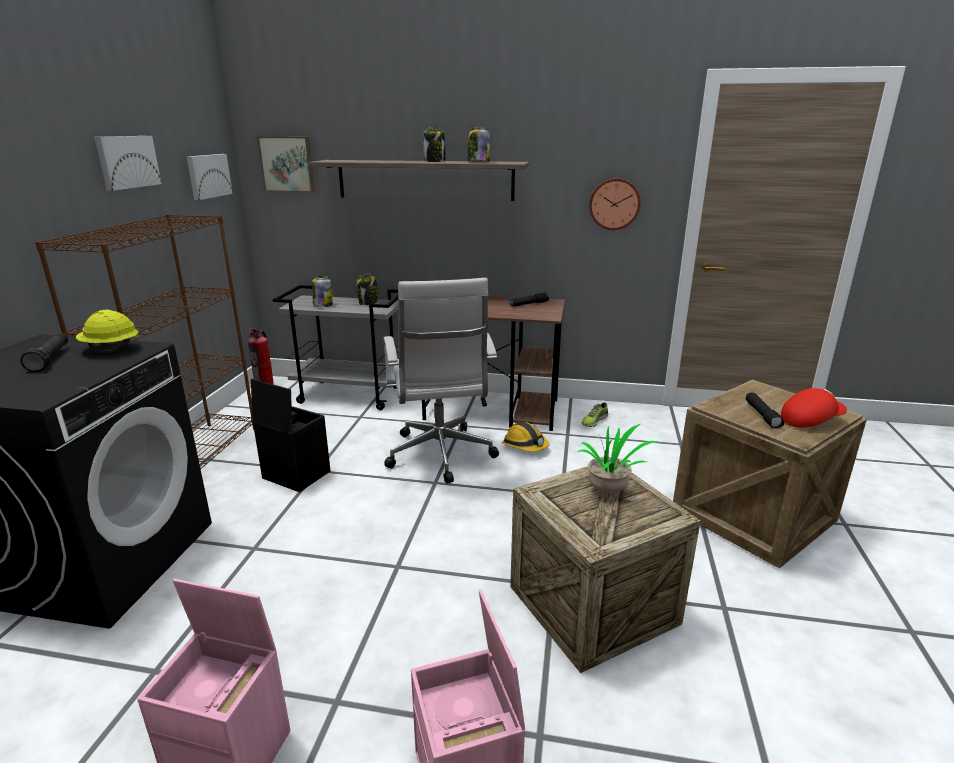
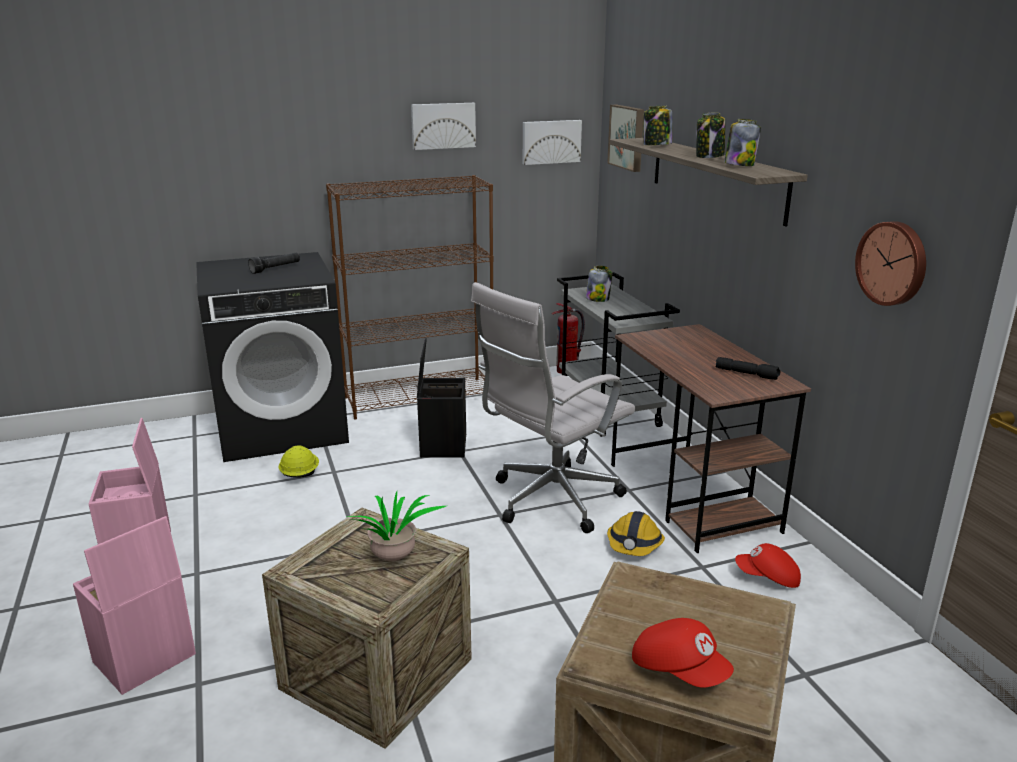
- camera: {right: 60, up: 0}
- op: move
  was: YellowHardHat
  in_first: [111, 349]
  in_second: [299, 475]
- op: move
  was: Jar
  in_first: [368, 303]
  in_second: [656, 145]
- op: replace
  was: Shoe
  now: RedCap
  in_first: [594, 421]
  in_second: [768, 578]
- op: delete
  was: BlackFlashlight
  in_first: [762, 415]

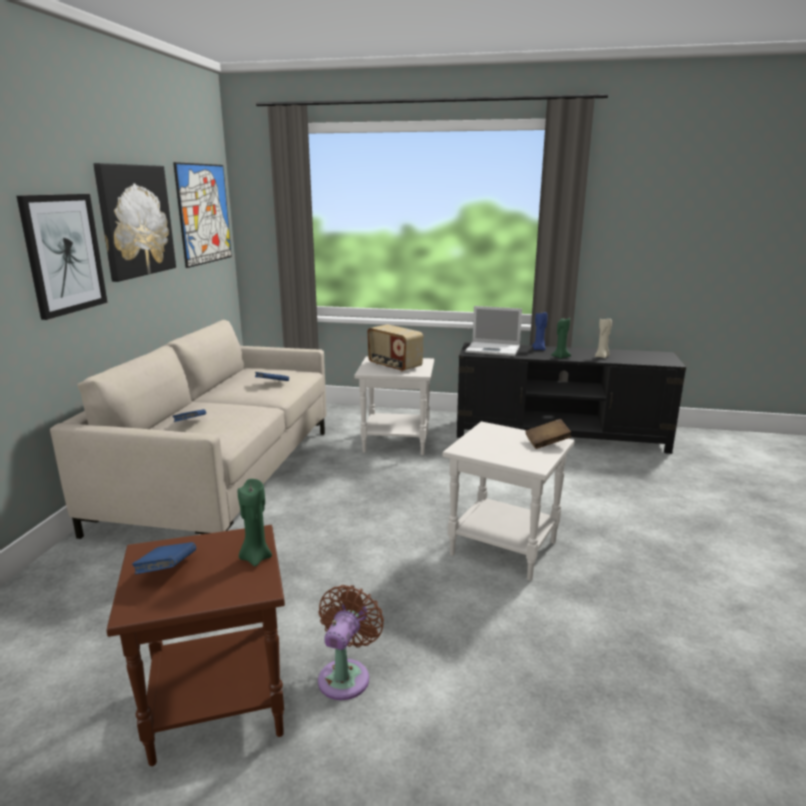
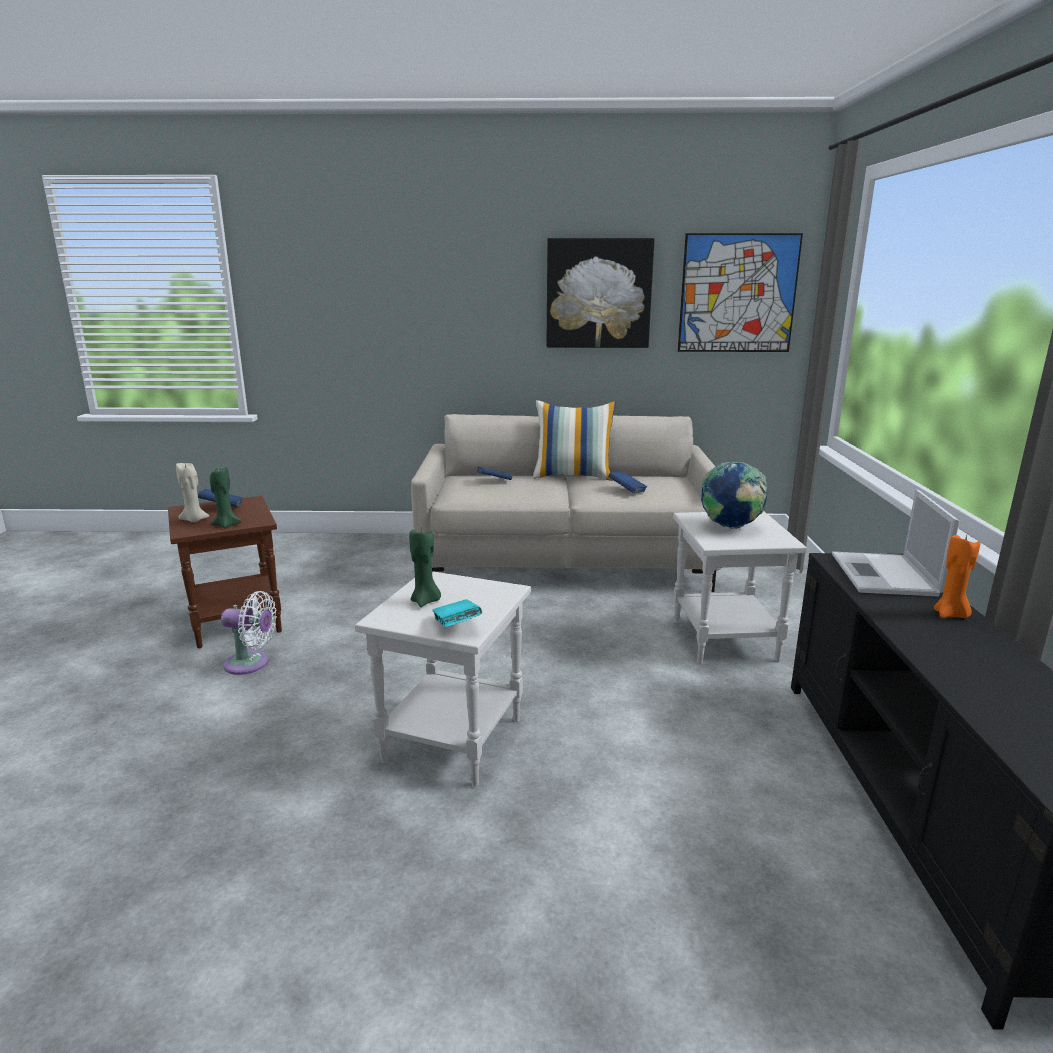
- camera: {right: 80, up: 0}
- op: move
  was: BeigeCandle
  in_first: [602, 357]
  in_second: [194, 520]
- op: recolor
  was: BrownFan
  now: WhiteFan
  in_first: [346, 675]
  in_second: [251, 664]
- op: move
  was: GreenCandle
  in_first: [560, 357]
  in_second: [426, 601]
- op: recolor
  was: BrownBook
  now: TurquoiseBook
  in_first: [547, 443]
  in_second: [456, 626]
- op: insert
  now: Pillow
  in_second: [573, 476]
- op: replace
  was: Radio
  now: Globe
  in_first: [394, 366]
  in_second: [731, 527]
- op: recolor
  was: BlueCandle
  now: OrangeCandle
  in_first: [539, 349]
  in_second: [950, 615]
- op: delete
  was: Picture
  in_first: [63, 254]

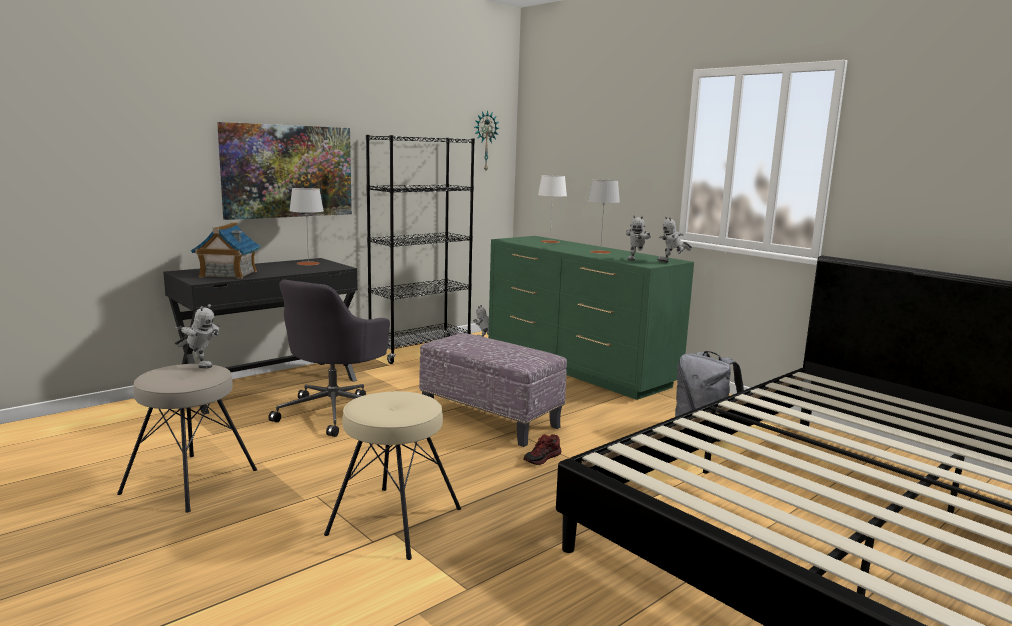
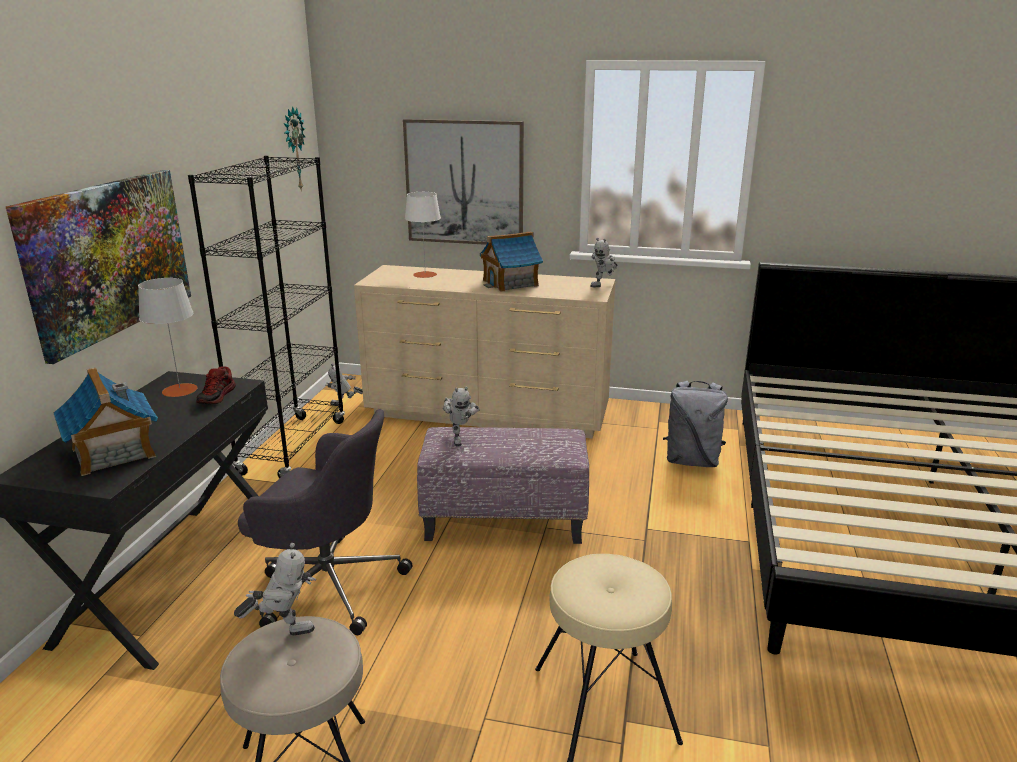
- camera: {right: -35, up: 10}
- op: move
  was: Shoe
  in_first: [542, 458]
  in_second: [217, 396]
- op: rotate
  was: GreyOfficeChair
  in_first: [335, 412]
  in_second: [328, 585]
  clockwise: -60
- op: recolor
  was: GreenDresser
  now: BeigeDresser
  in_first: [578, 367]
  in_second: [488, 414]
- op: insert
  now: Picture
  in_second: [464, 182]
- op: move
  was: ToyRobot
  in_first: [636, 260]
  in_second: [459, 438]
- op: replace
  was: GreyTableLamp
  now: ToyHouse
  in_first: [600, 252]
  in_second: [510, 283]

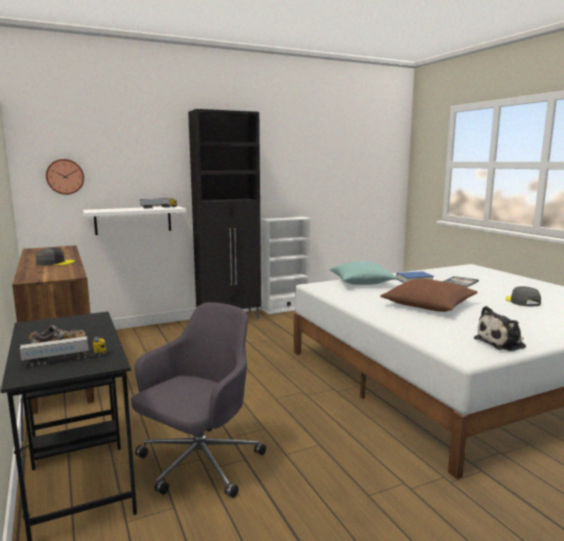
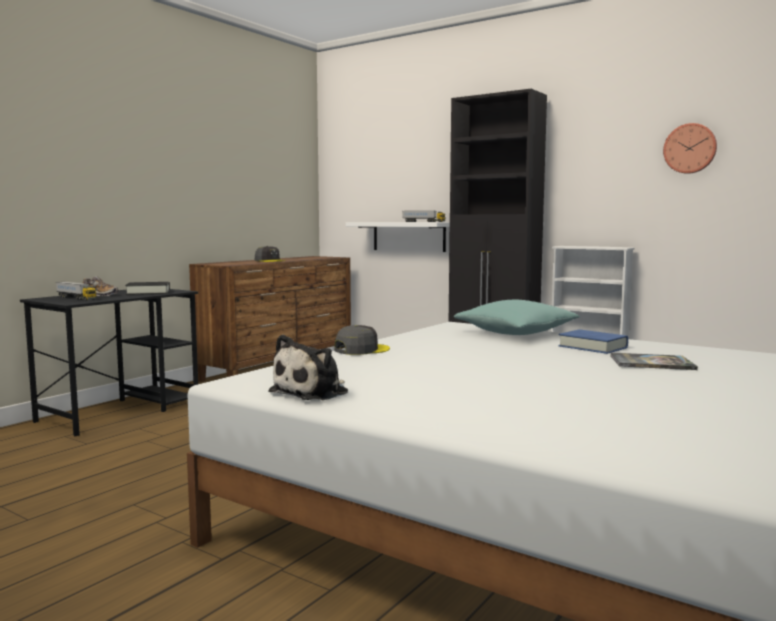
- camera: {right: 60, up: -5}
- op: insert
  now: BlackBook
  in_second: [148, 292]
- op: rotate
  was: PlushToy
  in_first: [502, 343]
  in_second: [313, 392]
  clockwise: -90
- op: move
  was: GreyCap
  in_first: [522, 301]
  in_second: [361, 350]
- op: move
  was: WallClock
  in_first: [65, 176]
  in_second: [690, 148]
- op: delete
  was: GreyOfficeChair
  in_first: [198, 464]
- op: delete
  was: BrownPillow
  in_first: [428, 305]

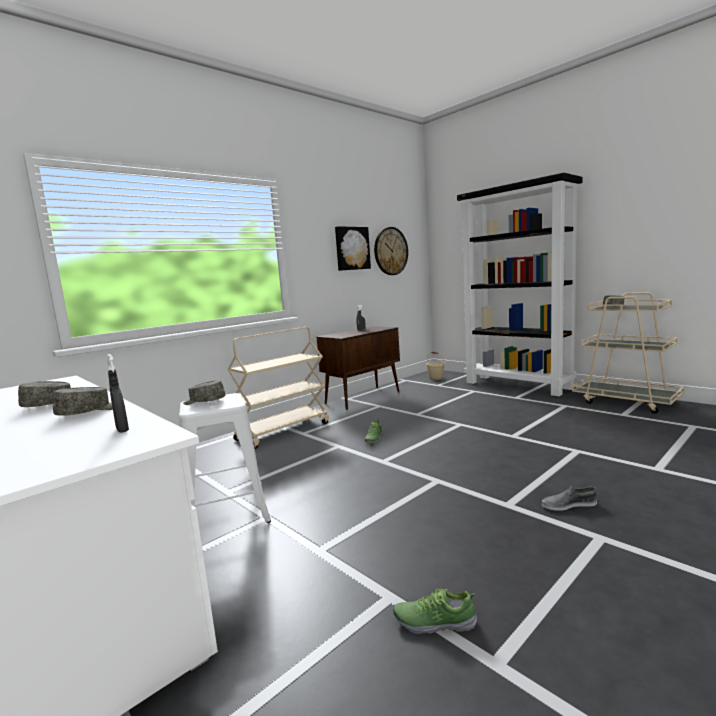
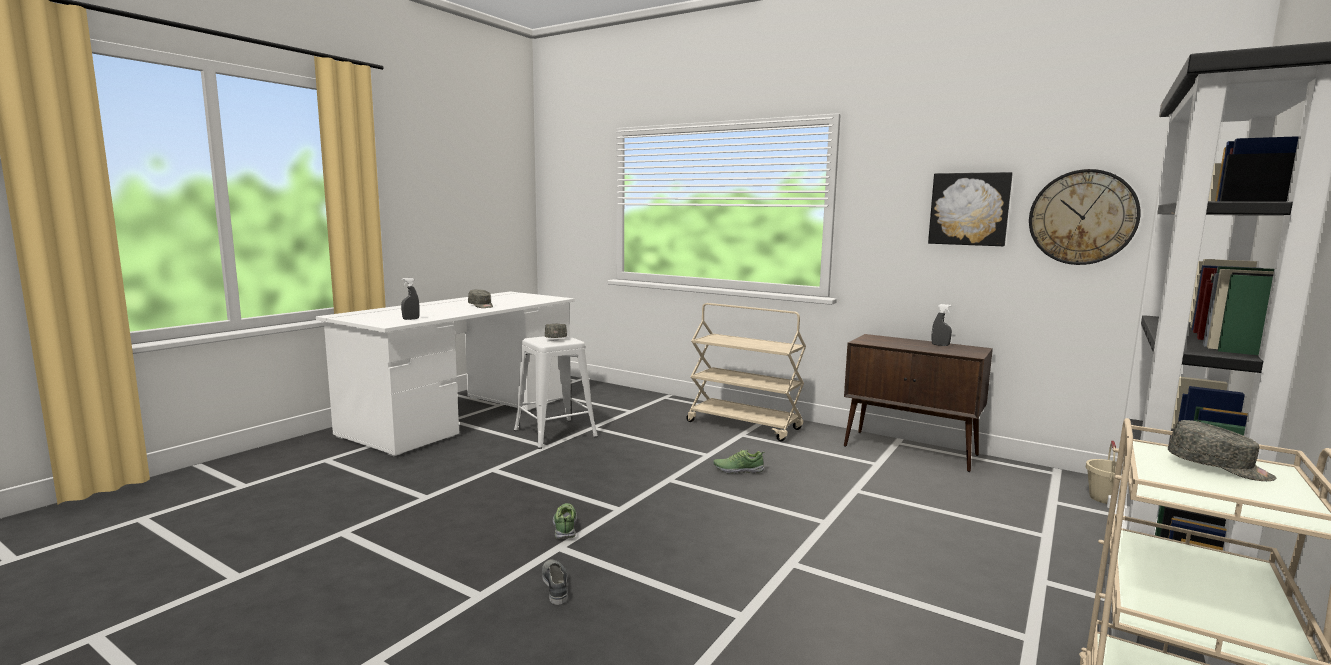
- camera: {right: 75, up: 0}
- op: move
  was: Shoe
  in_first: [434, 621]
  in_second: [565, 527]
- op: delete
  was: GreyCap
  in_first: [89, 412]

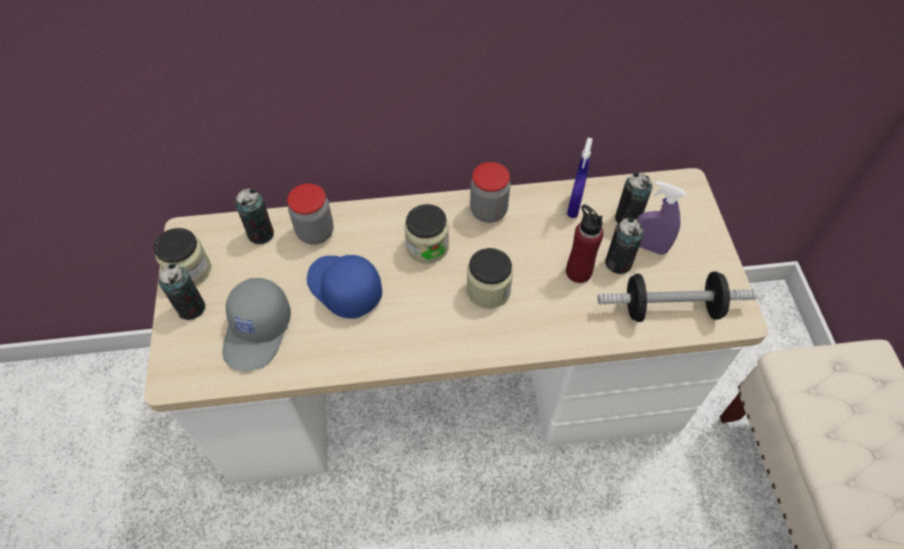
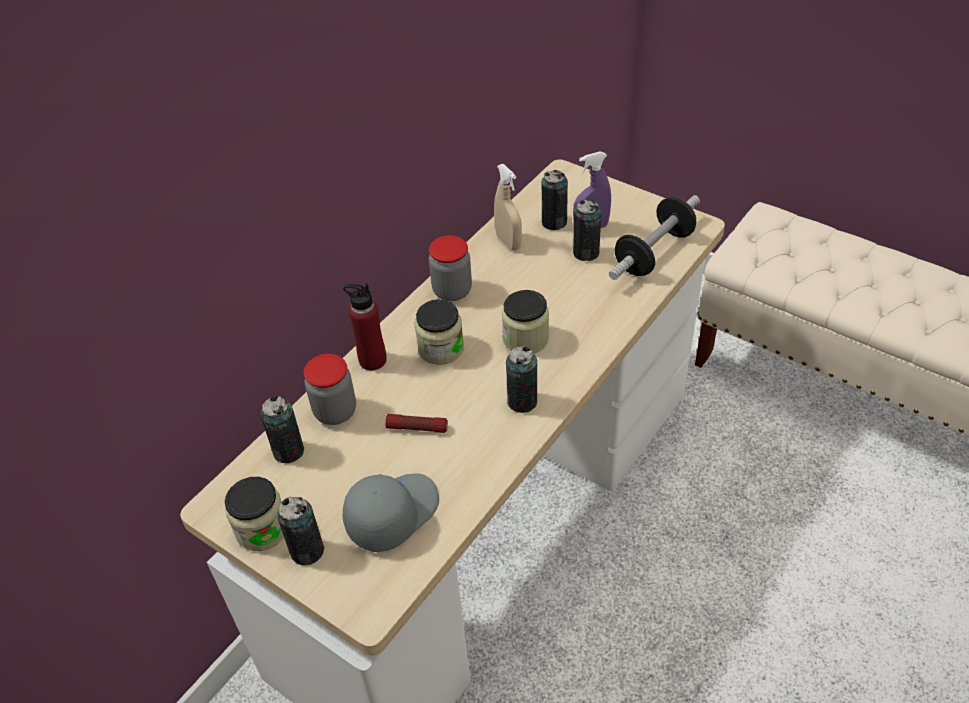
- camera: {right: -45, up: -10}
- op: move
  was: RedBottle
  in_first: [578, 272]
  in_second: [372, 360]
- op: rotate
  was: GreyCap
  in_first: [258, 331]
  in_second: [392, 514]
  clockwise: -105
- op: replace
  was: BlueCap
  now: Flashlight
  in_first: [343, 289]
  in_second: [417, 428]
- op: recolor
  was: BlueSprayBottle
  now: BeigeSprayBottle
  in_first: [574, 206]
  in_second: [508, 242]
- op: insert
  now: Can
  in_second: [522, 401]

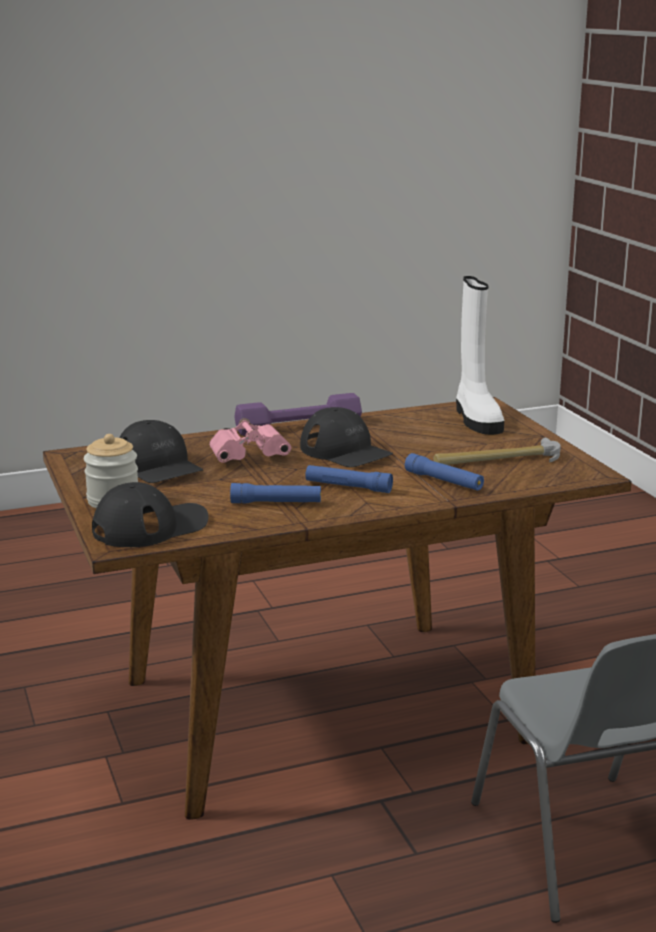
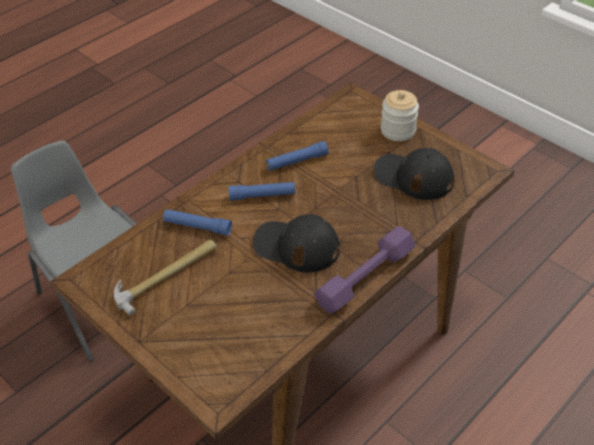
- camera: {right: 155, up: 25}
- op: delete
  was: BlackCap
  in_first: [150, 526]
- op: delete
  was: PinkBinoculars
  in_first: [251, 457]
- op: delete
  was: WhiteBoot
  in_first: [476, 419]

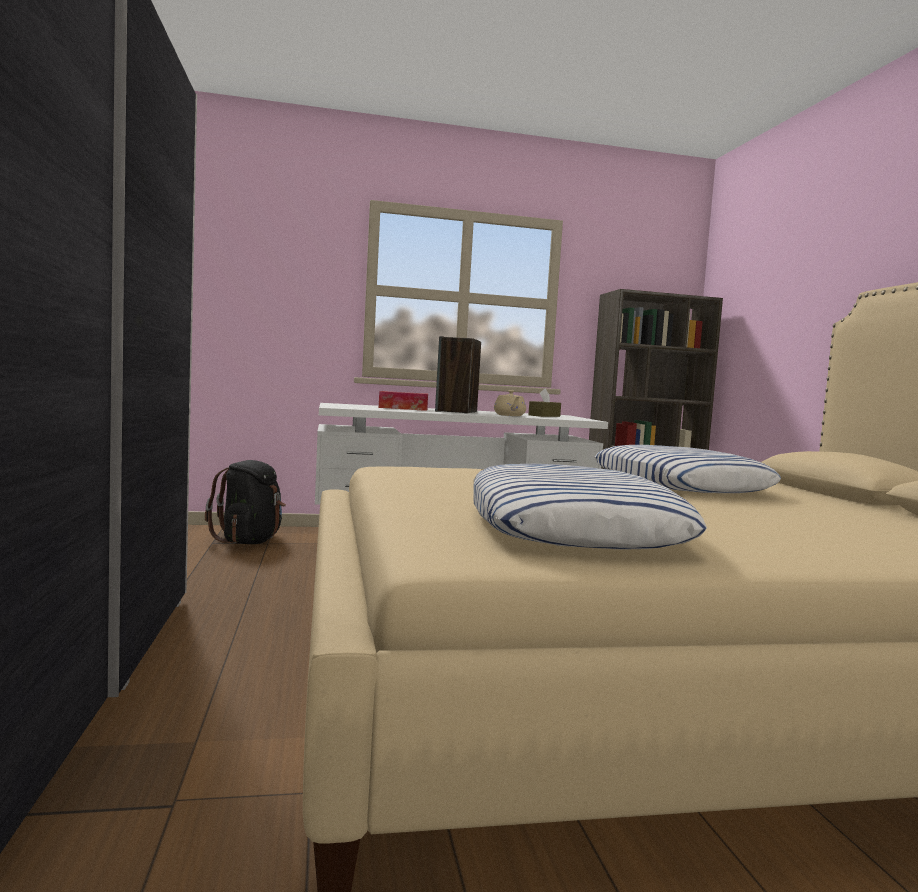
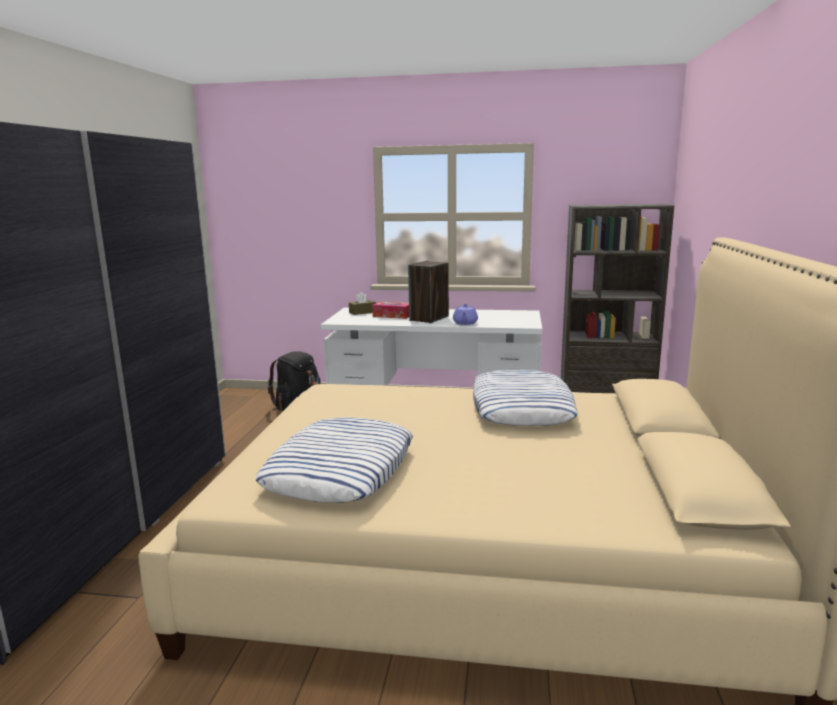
- camera: {right: 20, up: 10}
- op: move
  was: BrownTissueBox
  in_first: [544, 416]
  in_second: [362, 312]
- op: recolor
  was: BeigeTeapot
  now: PurpleTeapot
  in_first: [509, 415]
  in_second: [465, 323]

